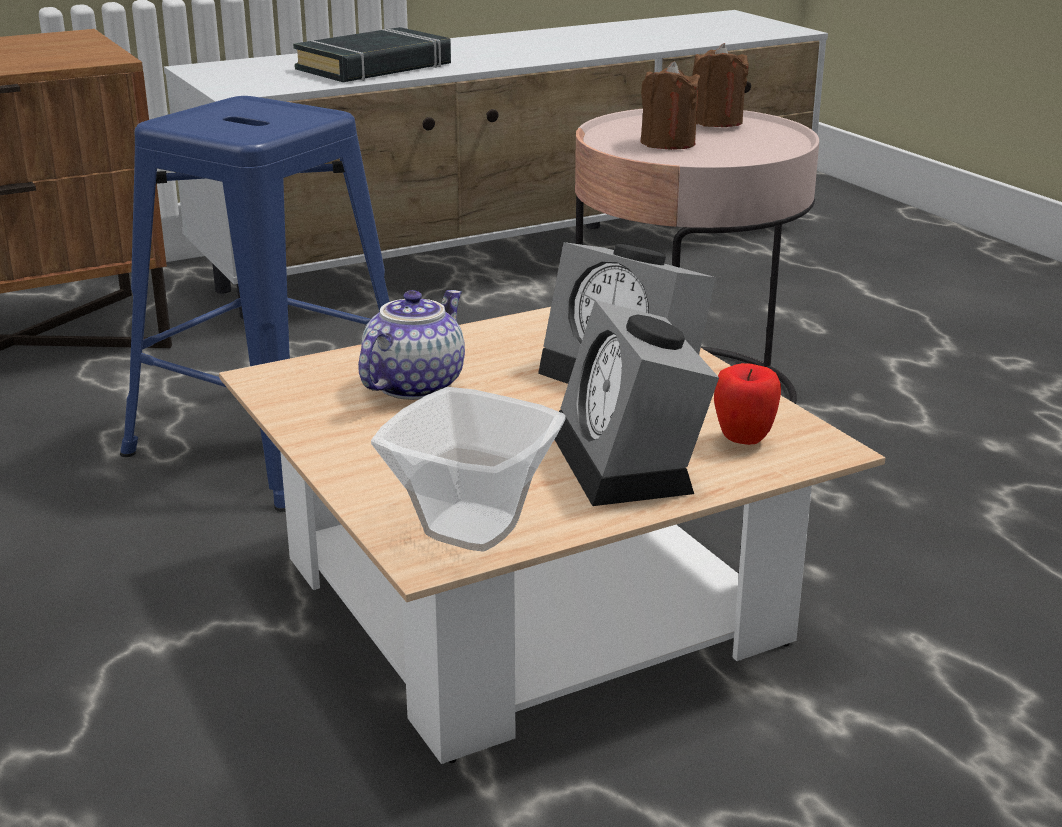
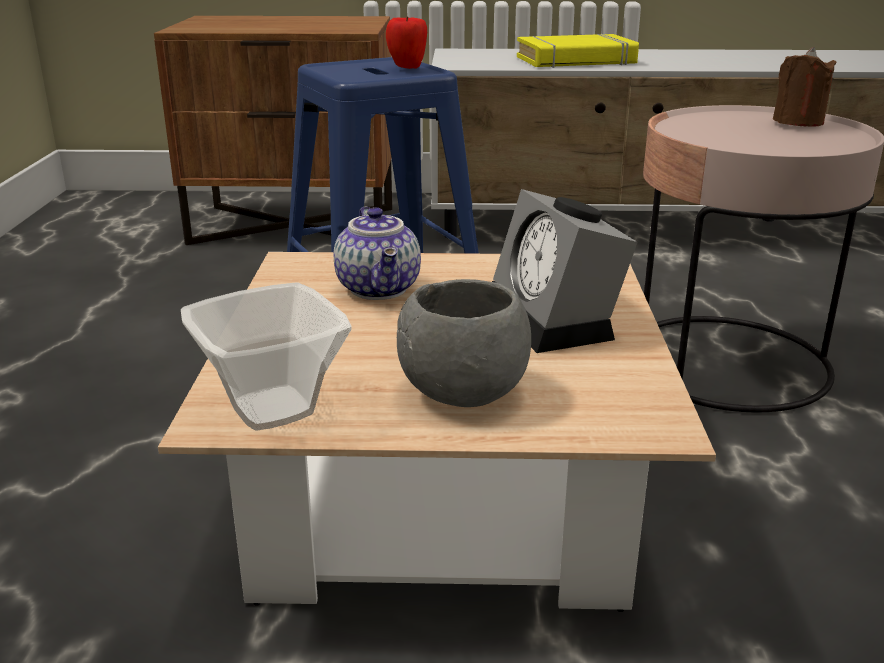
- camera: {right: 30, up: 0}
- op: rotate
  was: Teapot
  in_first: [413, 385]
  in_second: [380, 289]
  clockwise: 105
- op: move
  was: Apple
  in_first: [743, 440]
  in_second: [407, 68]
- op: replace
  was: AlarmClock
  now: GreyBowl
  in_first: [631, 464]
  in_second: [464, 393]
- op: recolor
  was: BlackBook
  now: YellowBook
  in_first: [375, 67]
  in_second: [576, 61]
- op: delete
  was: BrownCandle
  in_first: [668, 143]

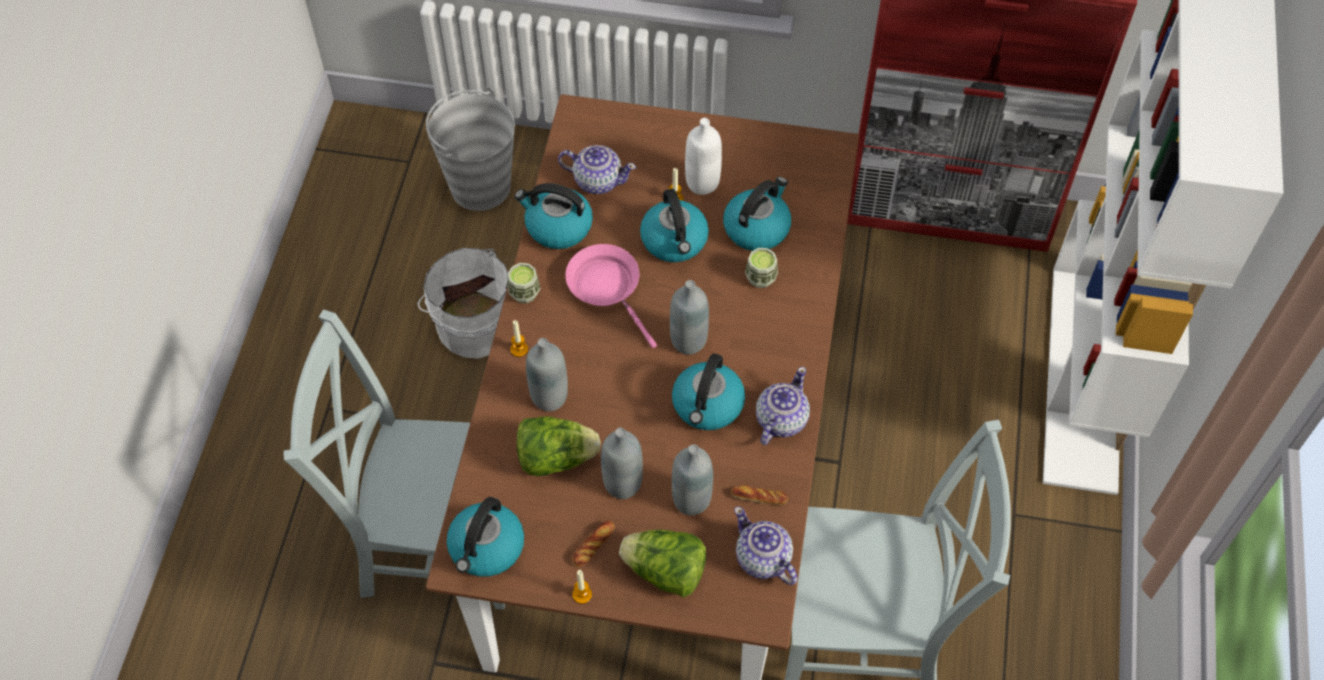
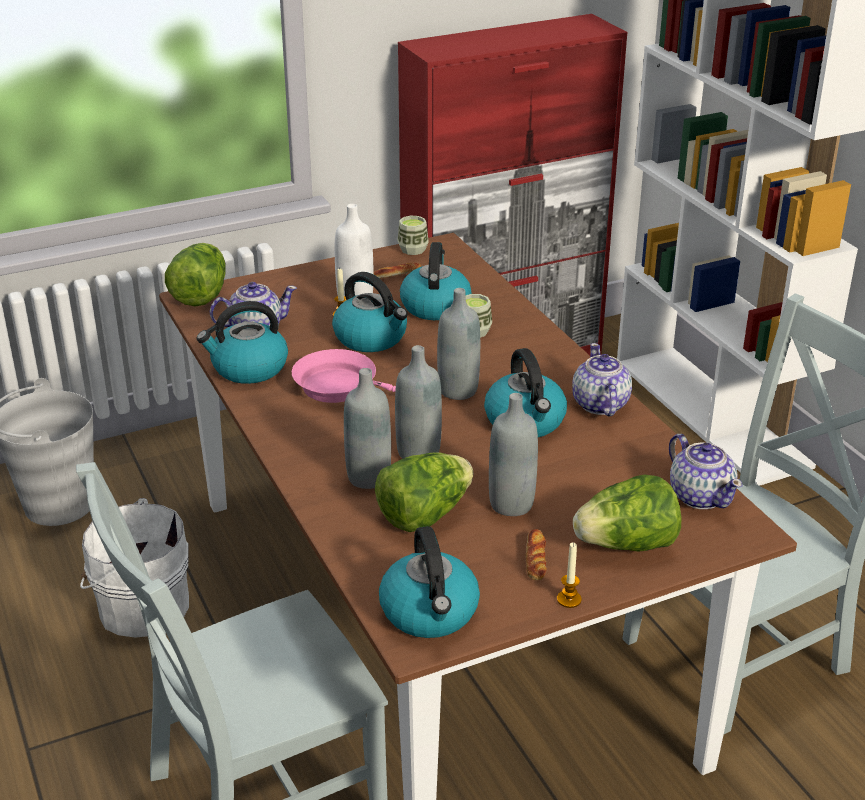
- camera: {right: -35, up: -25}
- op: insert
  now: Lettuce
  in_second: [201, 295]
- op: move
  was: Bread
  in_first: [759, 497]
  in_second: [397, 274]
- op: move
  was: GreyBottle
  in_first: [691, 500]
  in_second: [418, 453]
- op: move
  was: Cup
  in_first: [524, 293]
  in_second: [413, 249]
- op: rotate
  was: Teapot
  in_first: [763, 559]
  in_second: [700, 496]
  clockwise: -135
- op: delete
  was: Candle
  in_first: [519, 349]

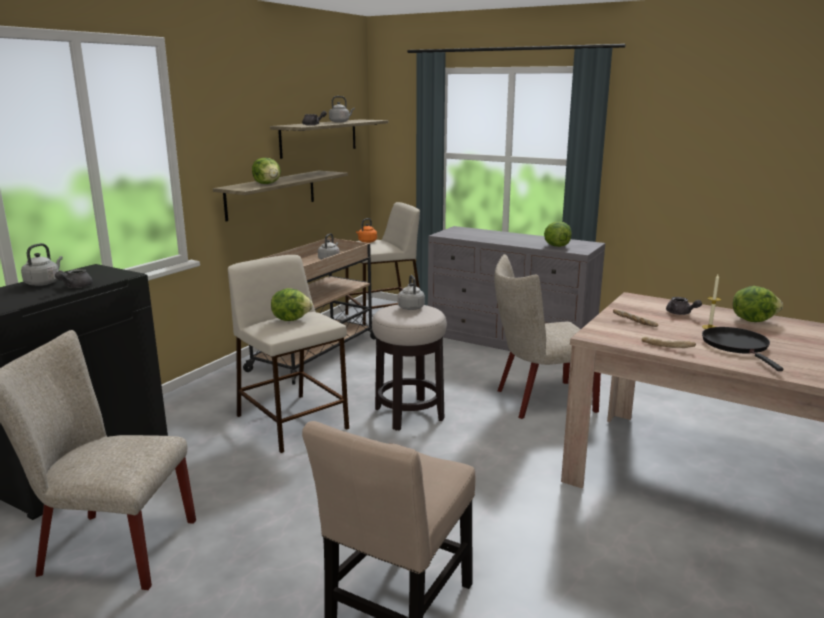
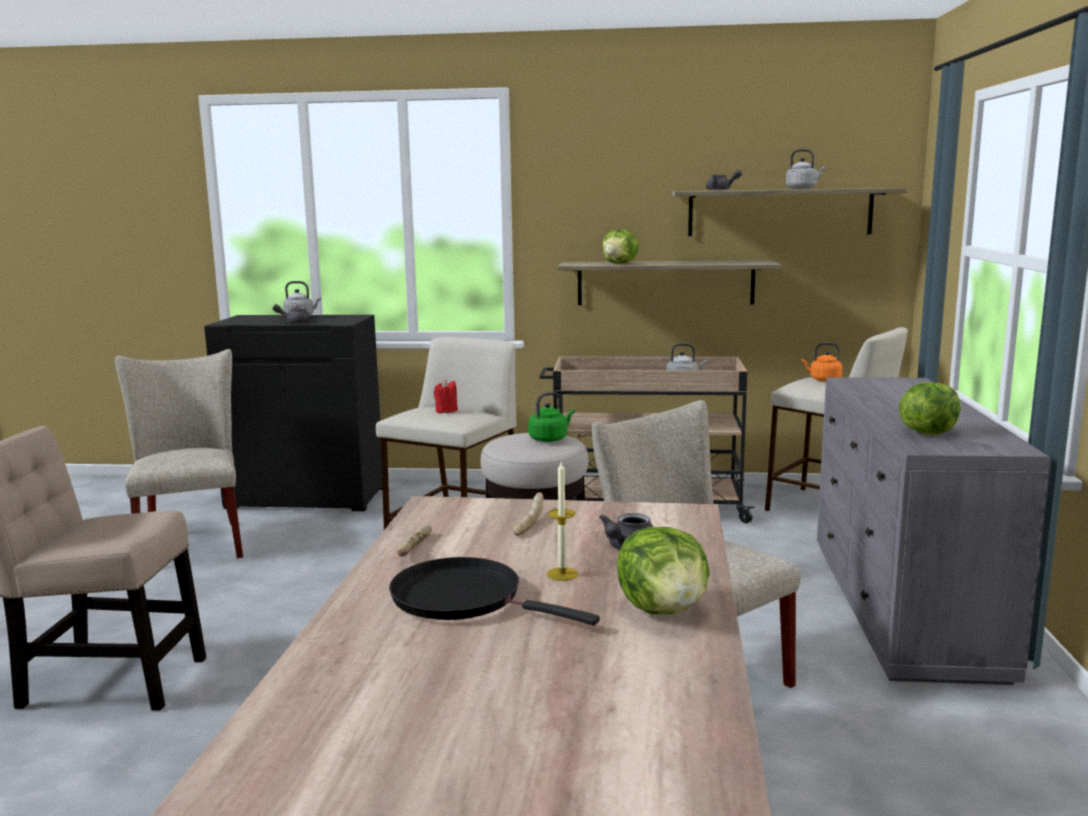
- camera: {right: 65, up: -5}
- op: rotate
  was: BlackFryingPan
  in_first: [737, 346]
  in_second: [464, 598]
  clockwise: -120
- op: replace
  was: Lettuce
  now: RedCandle
  in_first: [291, 319]
  in_second: [446, 411]
- op: recolor
  was: GreyKettle
  now: GreenKettle
  in_first: [410, 307]
  in_second: [550, 439]

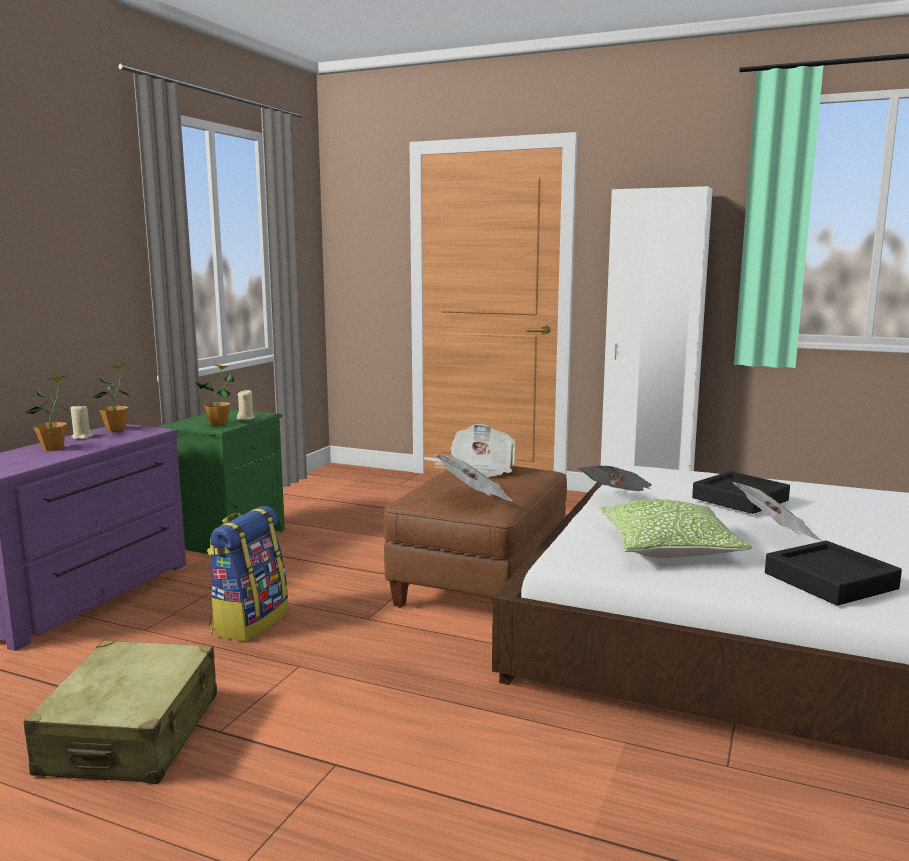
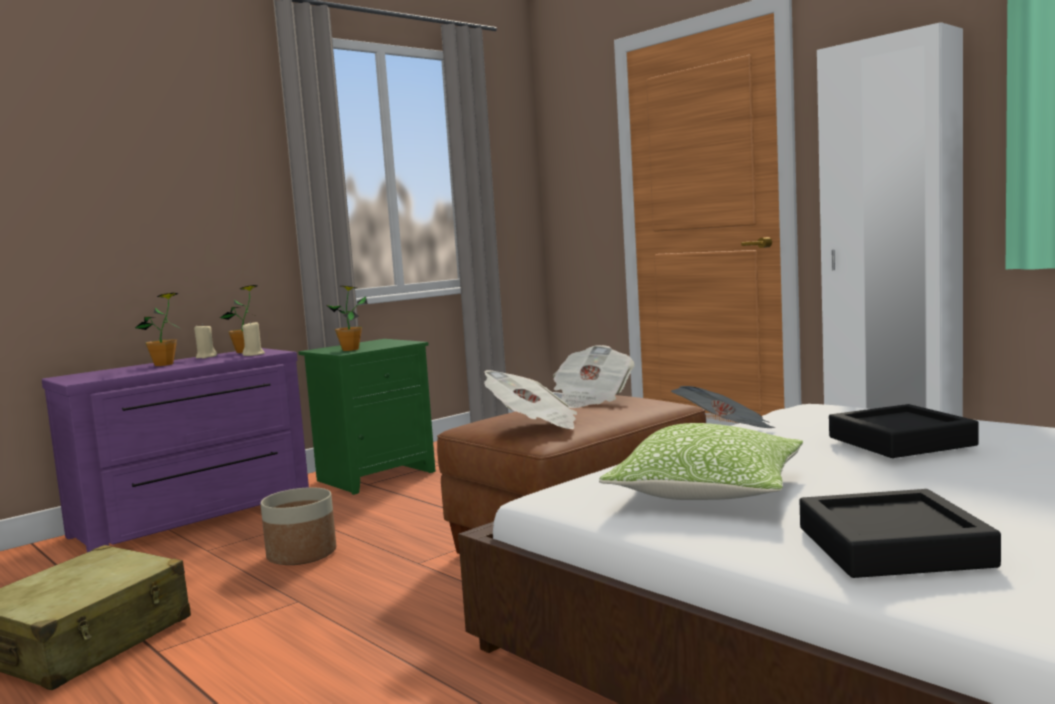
- camera: {right: 25, up: -5}
- op: move
  was: BeigeCandle
  in_first: [246, 418]
  in_second: [254, 355]
- op: replace
  was: Backpack
  now: Planter
  in_first: [249, 622]
  in_second: [302, 554]
- op: delete
  was: Newspaper
  in_first: [776, 533]

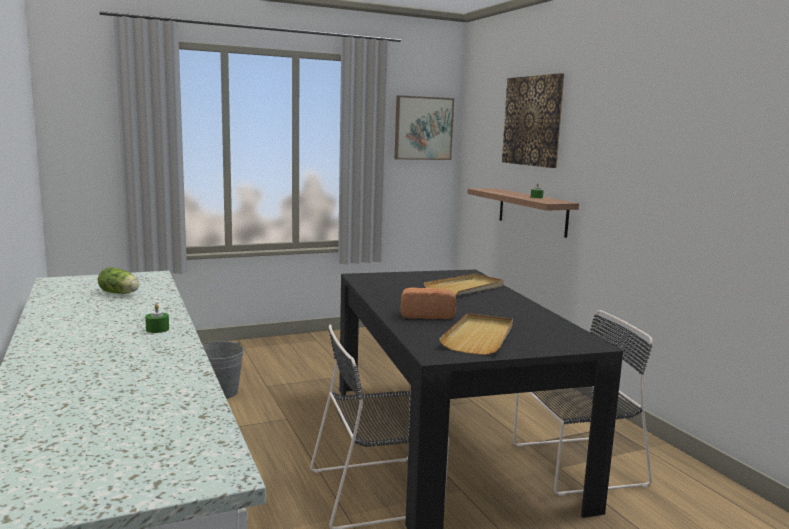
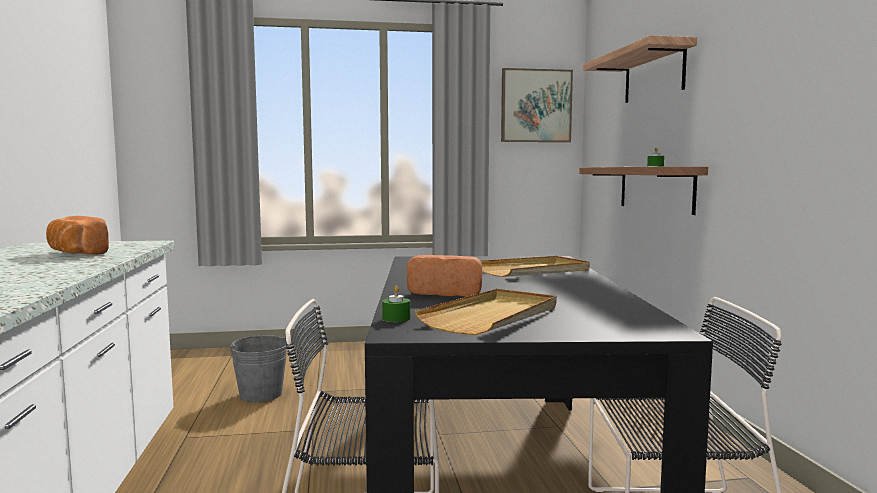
- camera: {right: 15, up: -5}
- op: replace
  was: Lettuce
  now: Bread
  in_first: [120, 293]
  in_second: [75, 253]
- op: move
  was: GreenCandle
  in_first: [157, 329]
  in_second: [396, 318]
- op: replace
  was: Picture
  now: Shelf
  in_first: [533, 121]
  in_second: [654, 74]

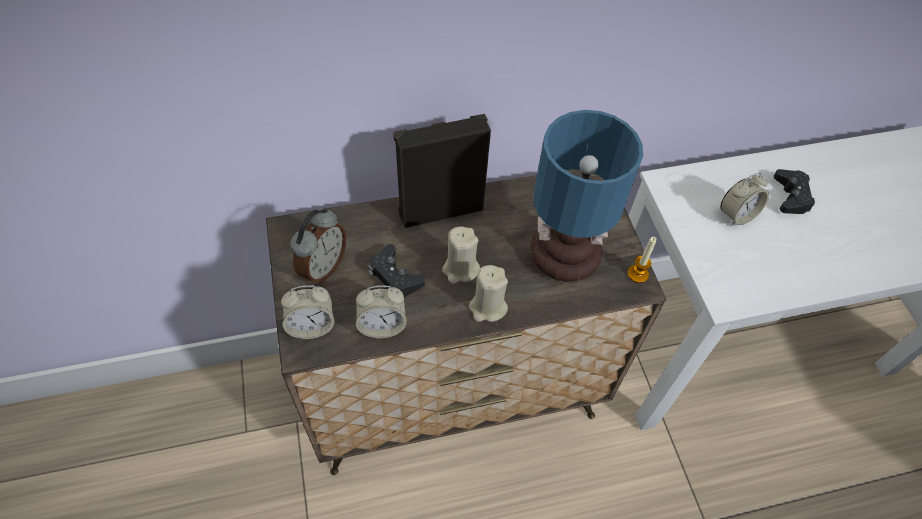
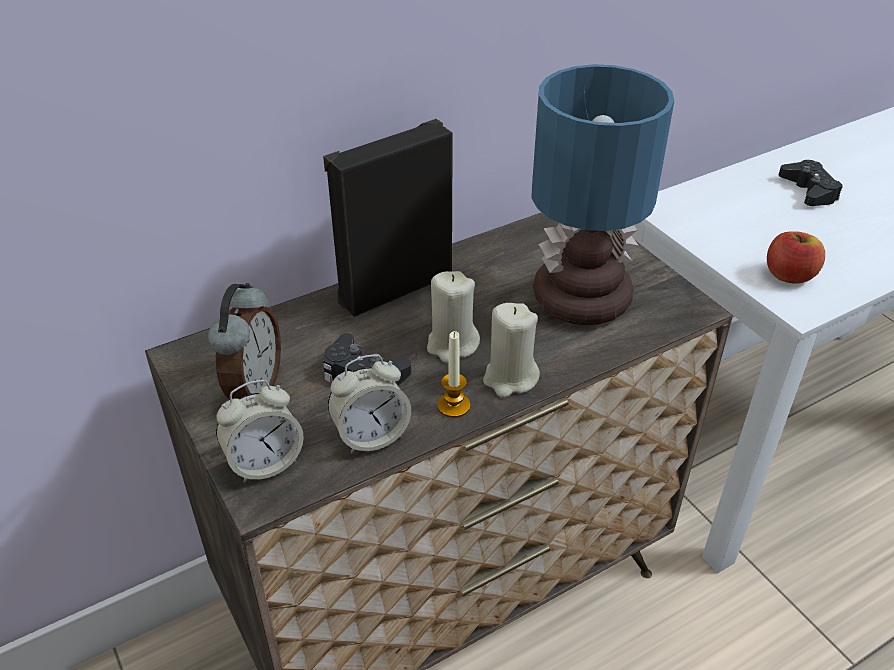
- camera: {right: -15, up: -15}
- op: move
  was: Candle
  in_first: [637, 274]
  in_second: [453, 406]
- op: insert
  now: Apple
  in_second: [789, 275]
- op: delete
  was: AlarmClock
  in_first: [736, 215]

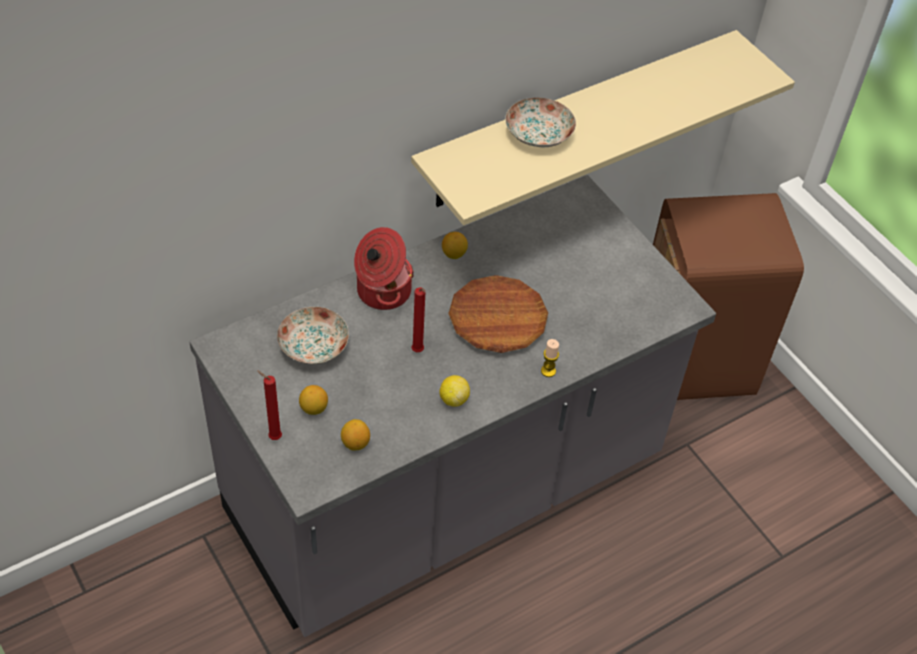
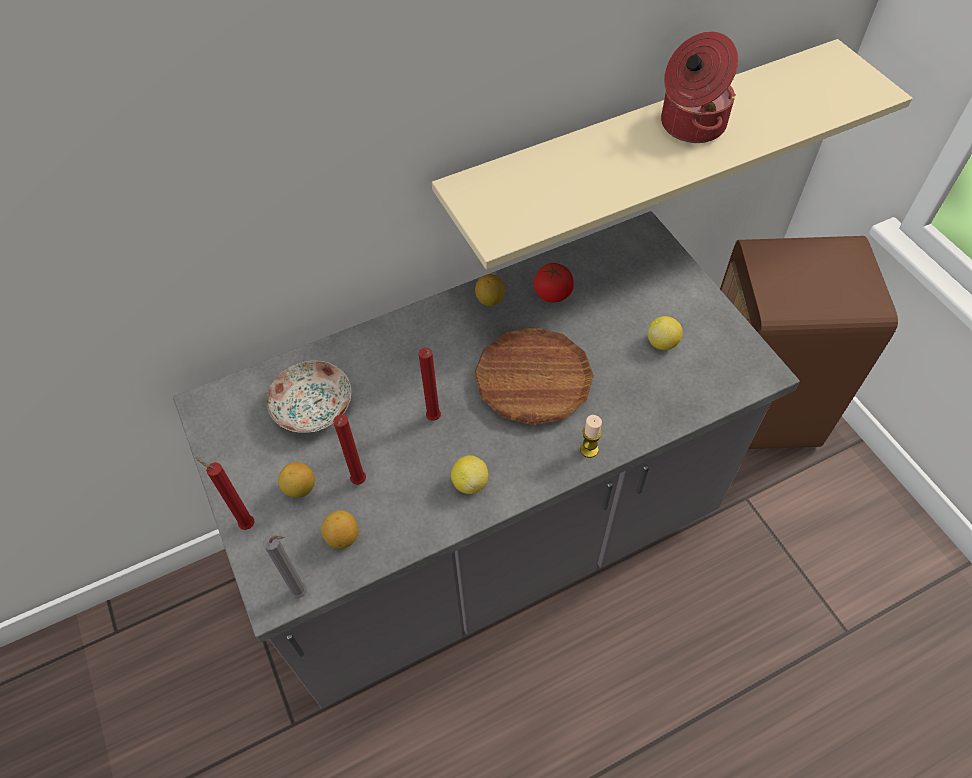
- camera: {right: 10, up: 5}
- op: insert
  now: GreyCandle
  in_second: [302, 593]
- op: insert
  now: RedCandle
  in_second: [358, 483]
- op: insert
  now: Tomato
  in_second: [553, 293]
- op: insert
  now: Lemon
  in_second: [662, 343]
- op: move
  was: CookingPot
  in_first: [382, 291]
  in_second: [690, 124]
- op: delete
  was: Plate
  in_first: [539, 133]

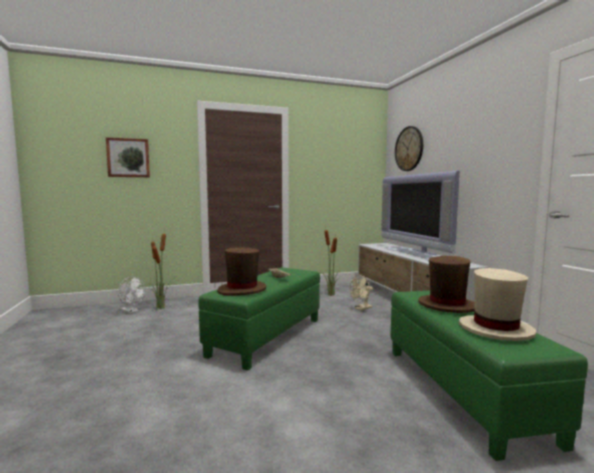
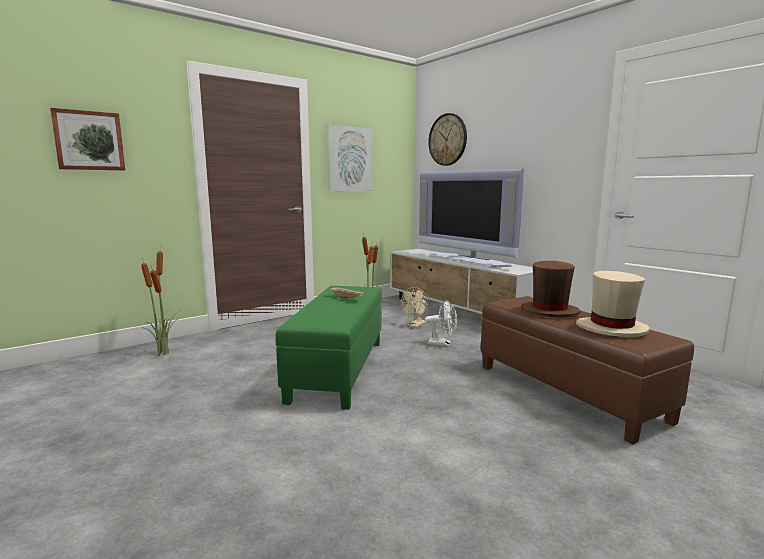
- camera: {right: -20, up: 5}
- op: insert
  now: Picture
  in_second: [349, 159]
- op: move
  was: WhiteFan
  in_first: [131, 311]
  in_second: [443, 344]
- op: recolor
  was: GreenOttoman
  now: BrownOttoman
  in_first: [460, 390]
  in_second: [566, 392]
- op: delete
  was: BrownHat
  in_first: [242, 290]

